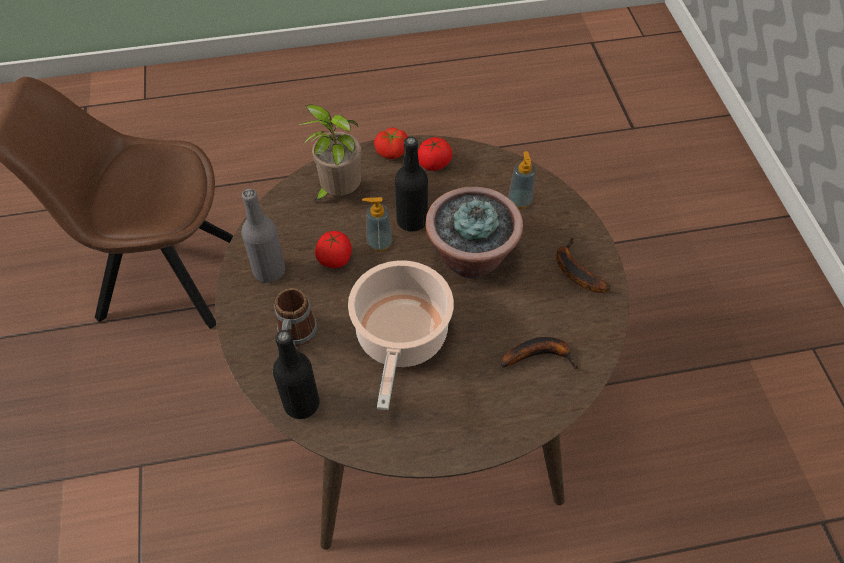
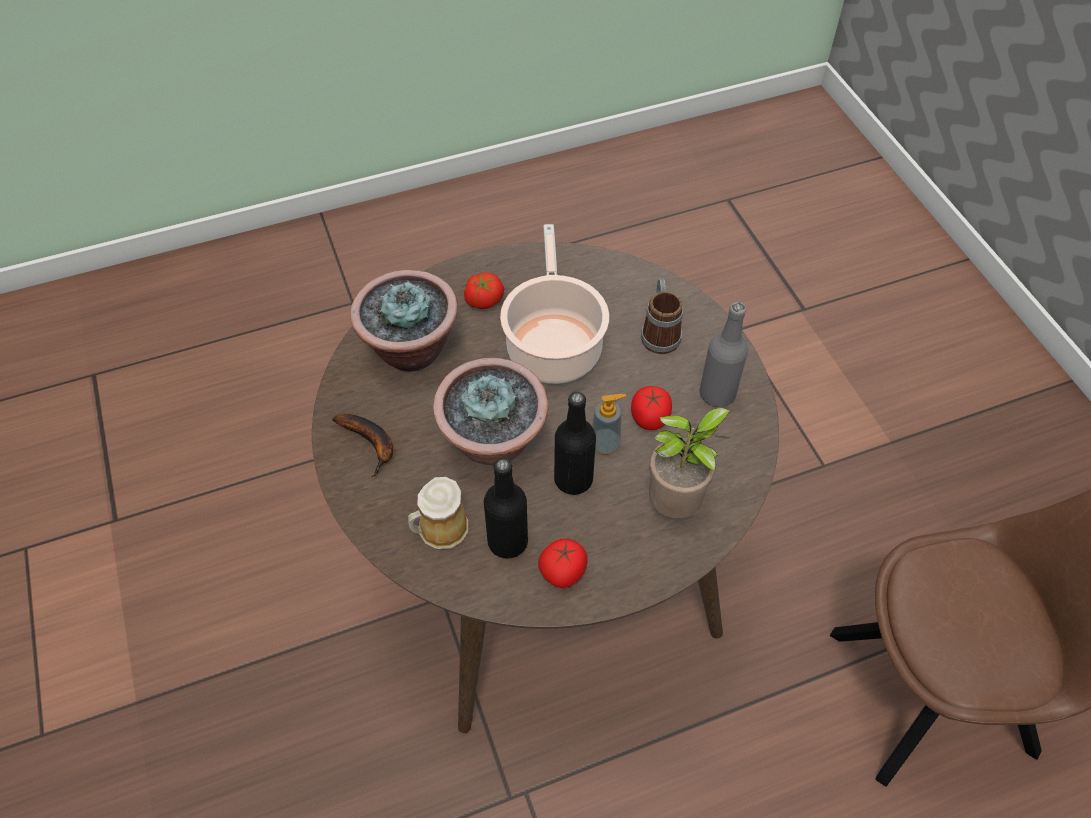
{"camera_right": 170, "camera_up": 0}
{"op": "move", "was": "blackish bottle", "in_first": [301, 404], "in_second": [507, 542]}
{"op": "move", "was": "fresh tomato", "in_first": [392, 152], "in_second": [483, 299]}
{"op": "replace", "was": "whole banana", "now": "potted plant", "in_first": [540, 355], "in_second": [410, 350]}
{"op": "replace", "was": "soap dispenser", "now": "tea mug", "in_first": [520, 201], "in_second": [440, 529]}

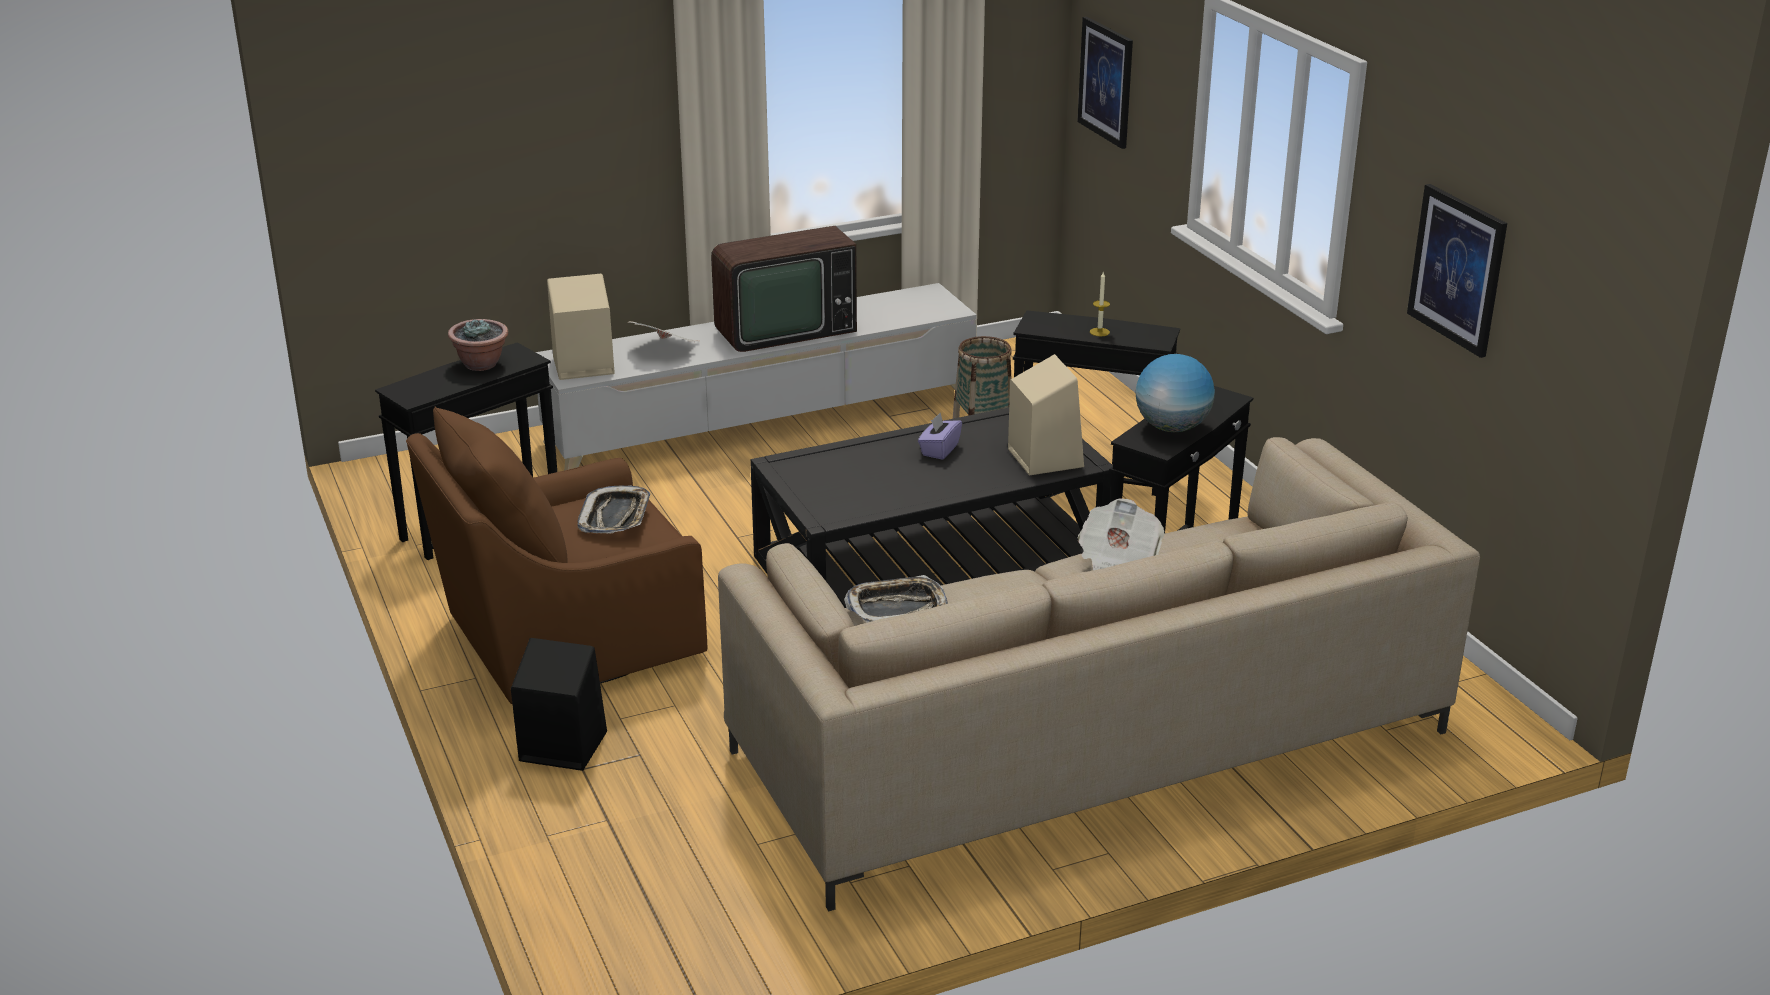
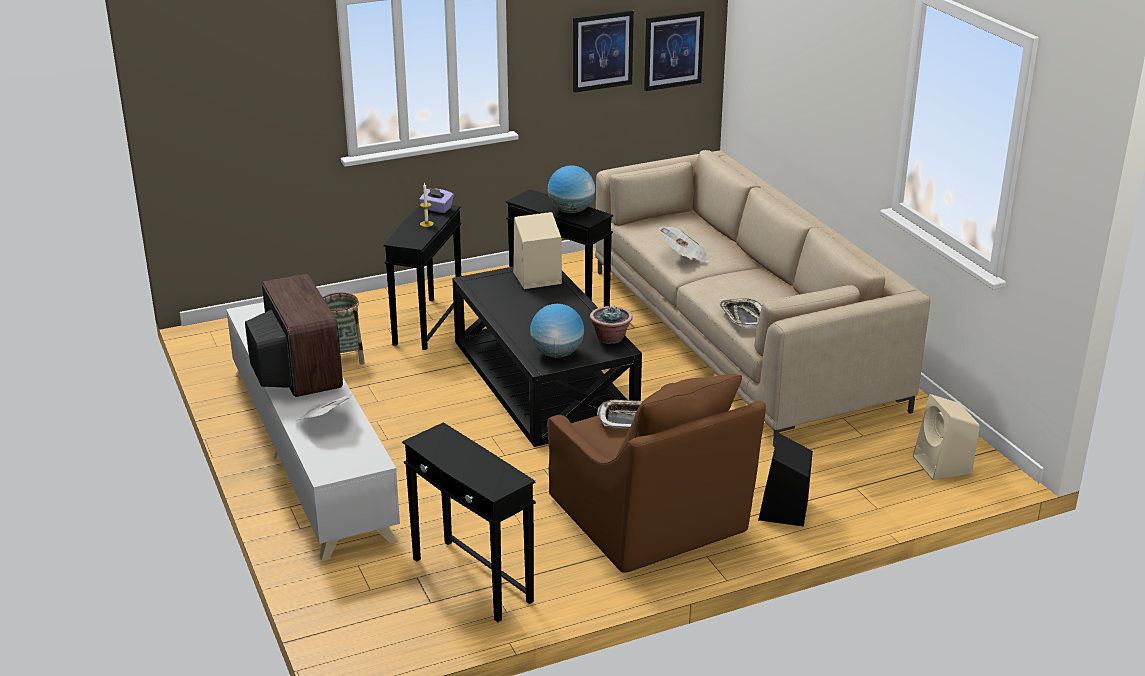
{"camera_right": -90, "camera_up": 0}
{"op": "move", "was": "potted plant", "in_first": [481, 364], "in_second": [610, 338]}
{"op": "move", "was": "beige-coloured loudspeaker", "in_first": [581, 366], "in_second": [943, 466]}
{"op": "move", "was": "purple box of tissues", "in_first": [939, 450], "in_second": [436, 209]}
{"op": "move", "was": "wall picture", "in_first": [1106, 82], "in_second": [673, 50]}
{"op": "insert", "now": "globe", "in_second": [557, 354]}

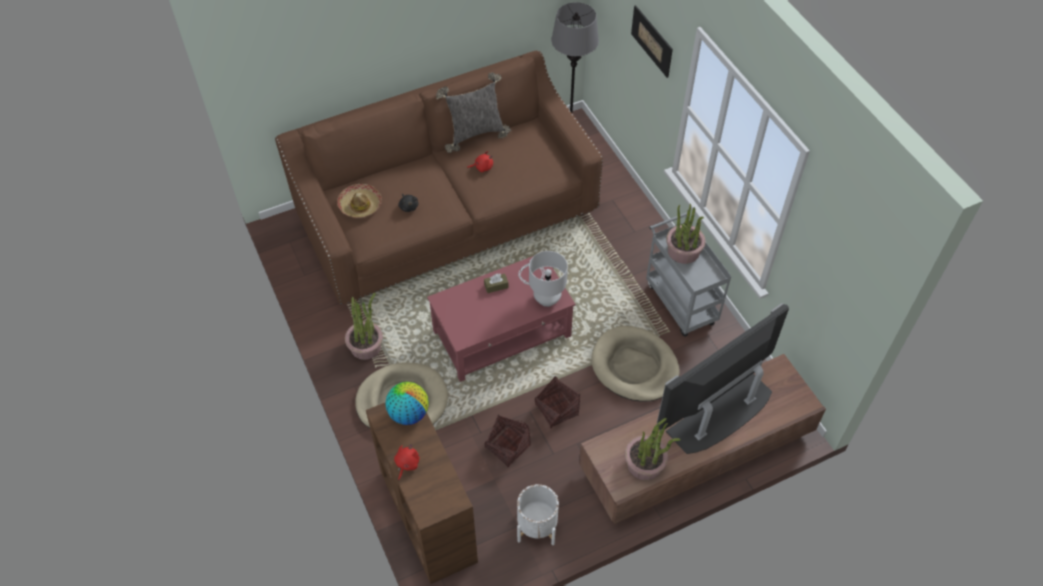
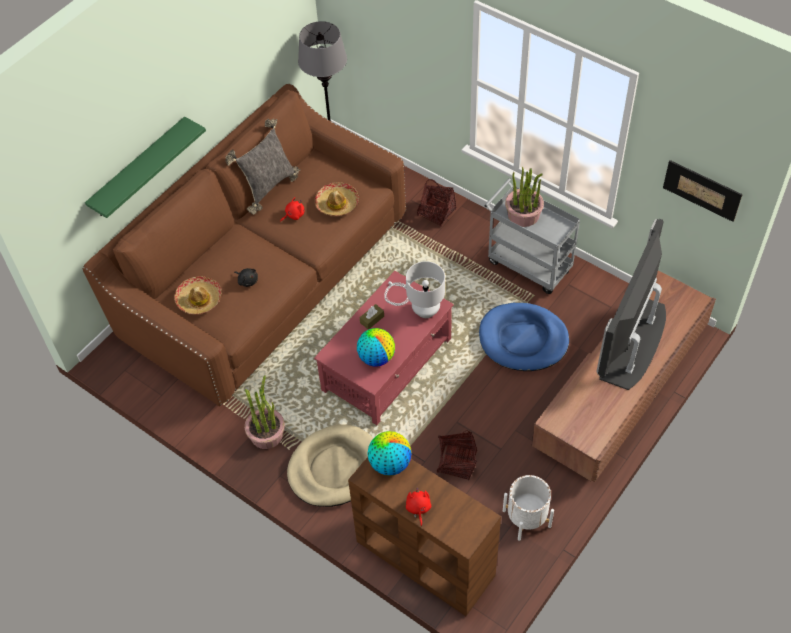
{"camera_right": -25, "camera_up": 0}
{"op": "move", "was": "household basket", "in_first": [556, 410], "in_second": [436, 212]}
{"op": "recolor", "was": "beige-coloured pet bed", "now": "blue-coloured pet bed", "in_first": [634, 366], "in_second": [523, 339]}
{"op": "delete", "was": "potted plant", "in_first": [645, 464]}
{"op": "move", "was": "wall picture", "in_first": [652, 41], "in_second": [702, 190]}
{"op": "insert", "now": "greenish shelf", "in_second": [139, 168]}
{"op": "insert", "now": "hat", "in_second": [337, 204]}
{"op": "insert", "now": "globe", "in_second": [376, 357]}

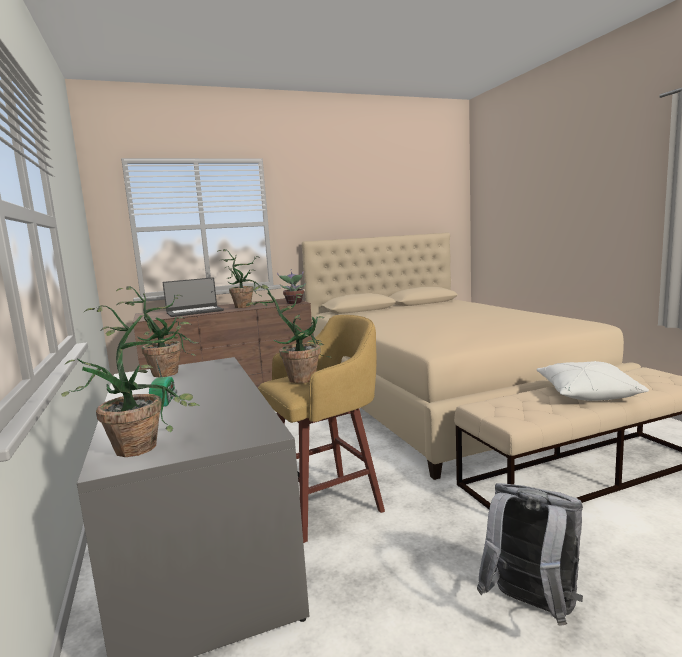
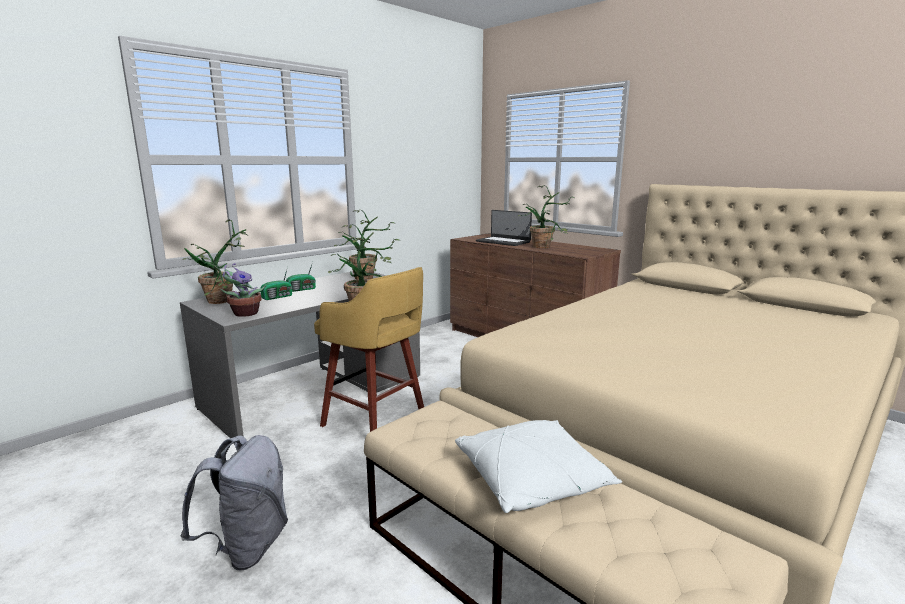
{"camera_right": 65, "camera_up": 5}
{"op": "move", "was": "potted plant", "in_first": [294, 303], "in_second": [244, 314]}
{"op": "insert", "now": "radio receiver", "in_second": [278, 297]}

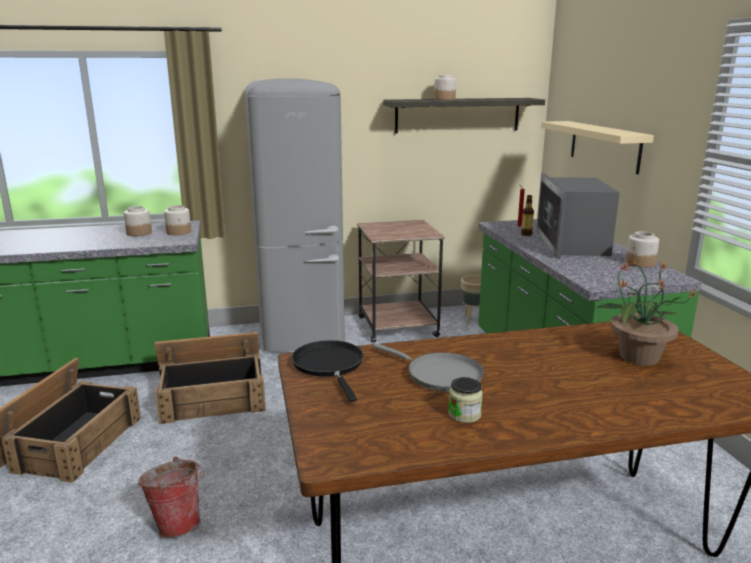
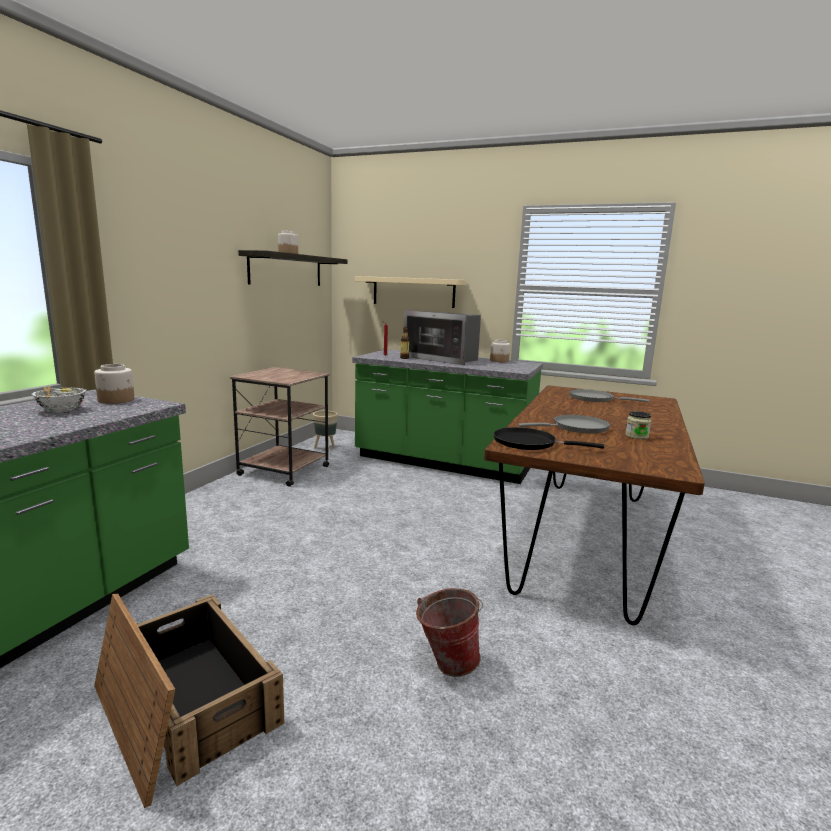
{"camera_right": -55, "camera_up": -5}
{"op": "replace", "was": "jar", "now": "serving bowl", "in_first": [139, 233], "in_second": [61, 410]}
{"op": "delete", "was": "crate", "in_first": [213, 397]}
{"op": "delete", "was": "greyish fridge", "in_first": [302, 336]}
{"op": "replace", "was": "potted plant", "now": "greyish frying pan", "in_first": [637, 357], "in_second": [594, 399]}

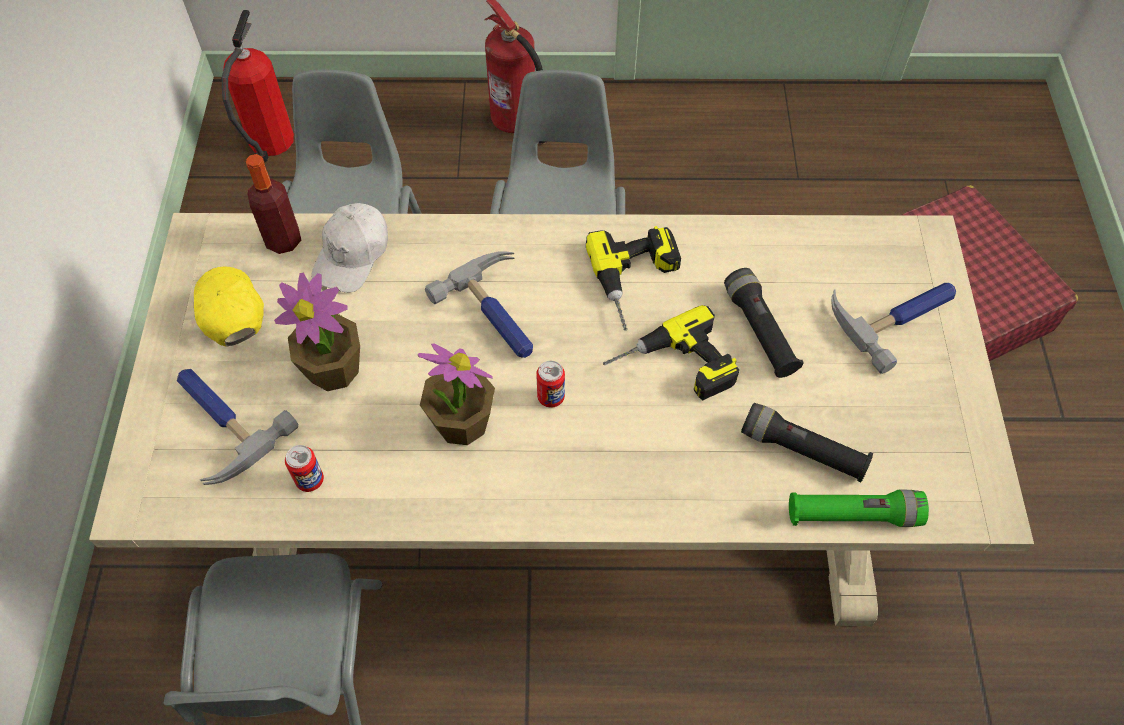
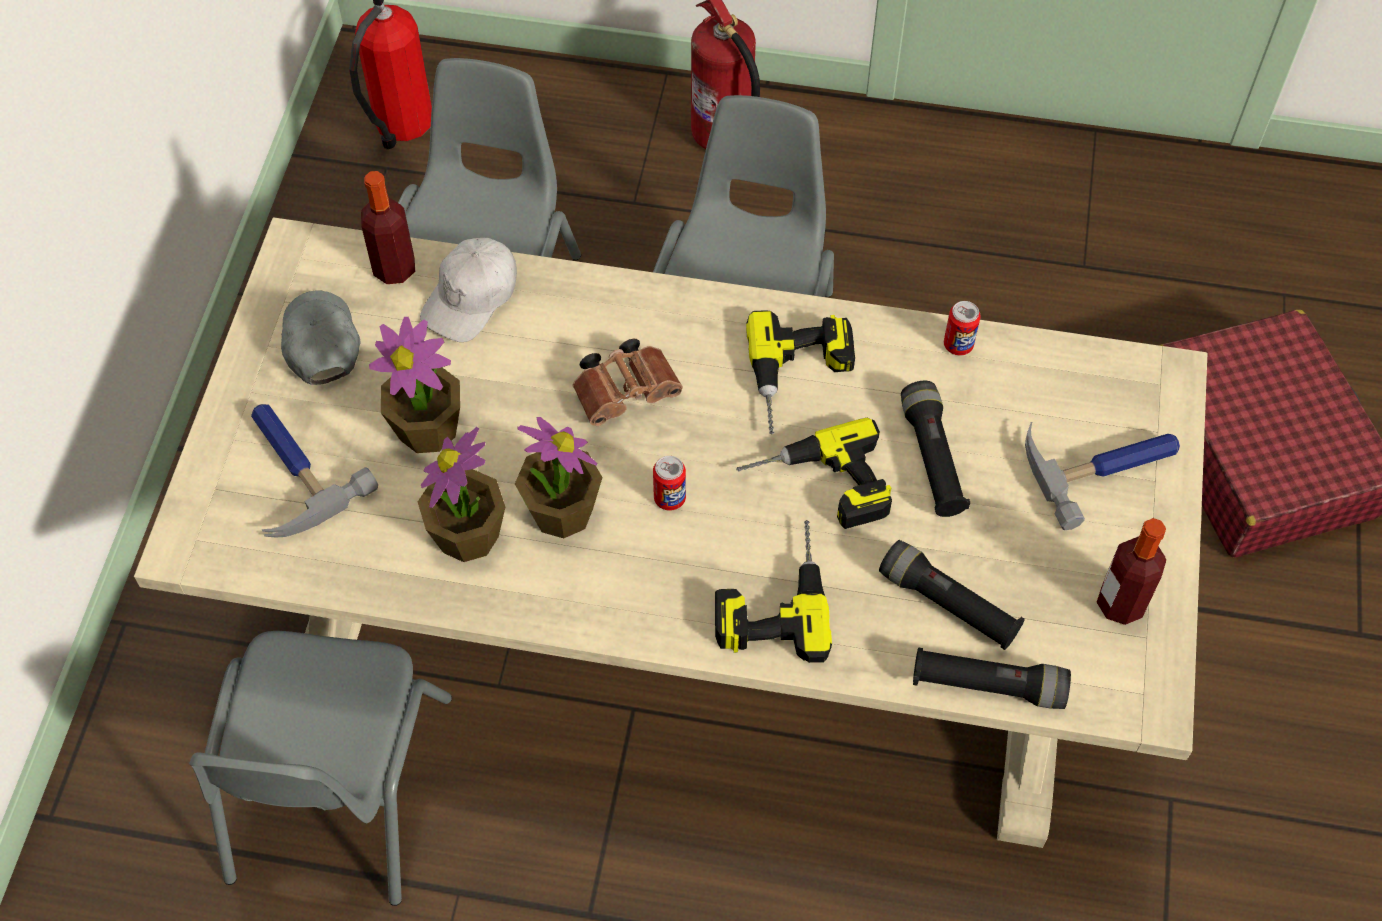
{"camera_right": 10, "camera_up": 0}
{"op": "recolor", "was": "yellowish baseball cap", "now": "greyish baseball cap", "in_first": [229, 310], "in_second": [320, 343]}
{"op": "move", "was": "metal can", "in_first": [310, 480], "in_second": [958, 345]}
{"op": "replace", "was": "hammer", "now": "brown binoculars", "in_first": [498, 313], "in_second": [628, 392]}
{"op": "recolor", "was": "greenish flashlight", "now": "blackish flashlight", "in_first": [852, 515], "in_second": [988, 685]}
{"op": "insert", "now": "potted plant", "in_second": [468, 535]}
{"op": "insert", "now": "electric drill", "in_second": [770, 595]}
{"op": "insert", "now": "bottle", "in_second": [1120, 604]}

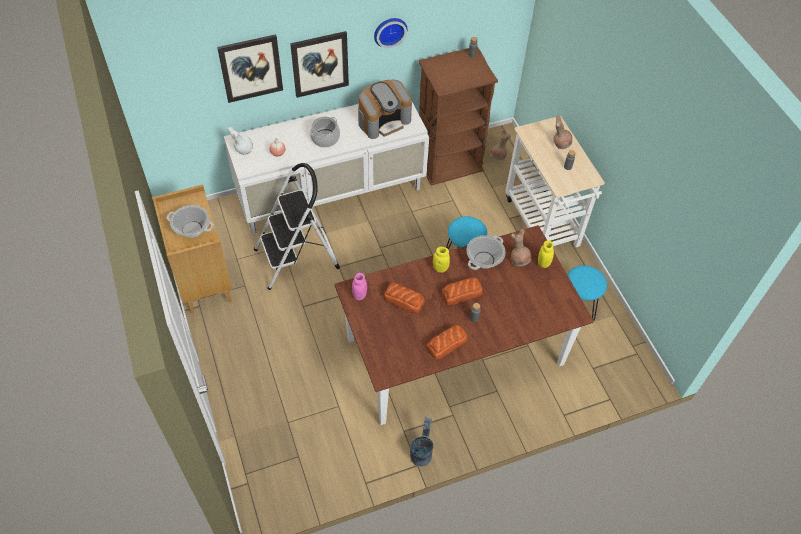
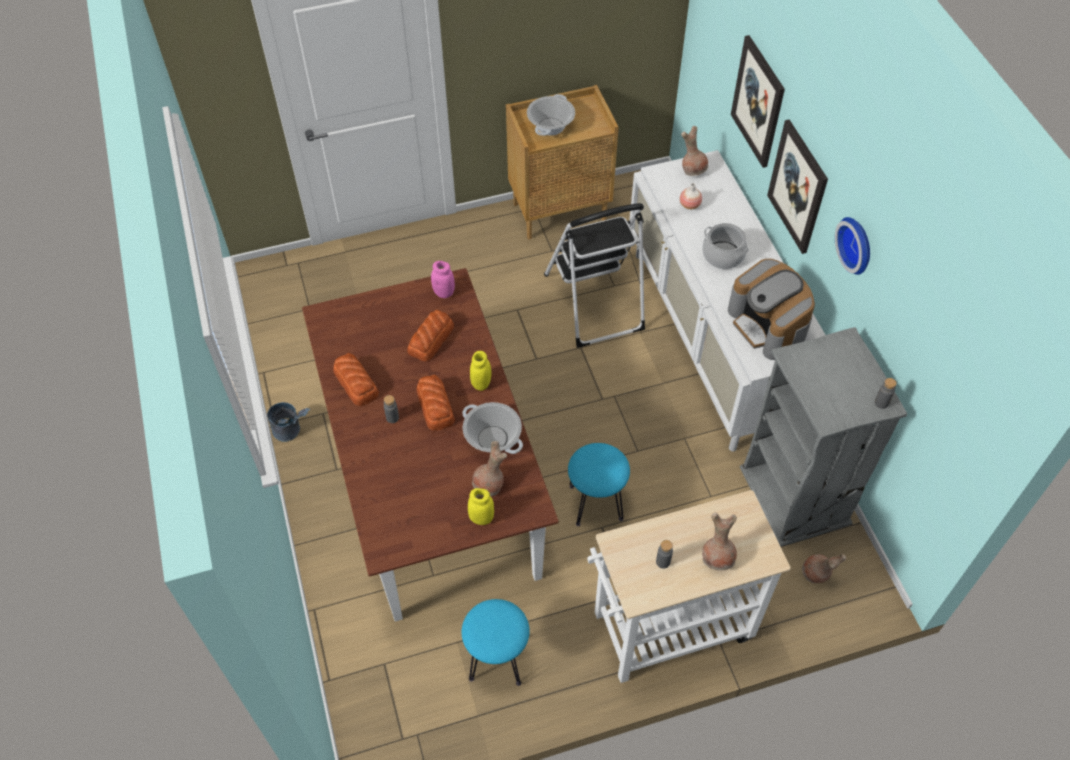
{"camera_right": 95, "camera_up": 0}
{"op": "recolor", "was": "white flower vase", "now": "brown flower vase", "in_first": [243, 150], "in_second": [693, 170]}
{"op": "recolor", "was": "brown shelving unit", "now": "greyish shelving unit", "in_first": [448, 161], "in_second": [795, 496]}

